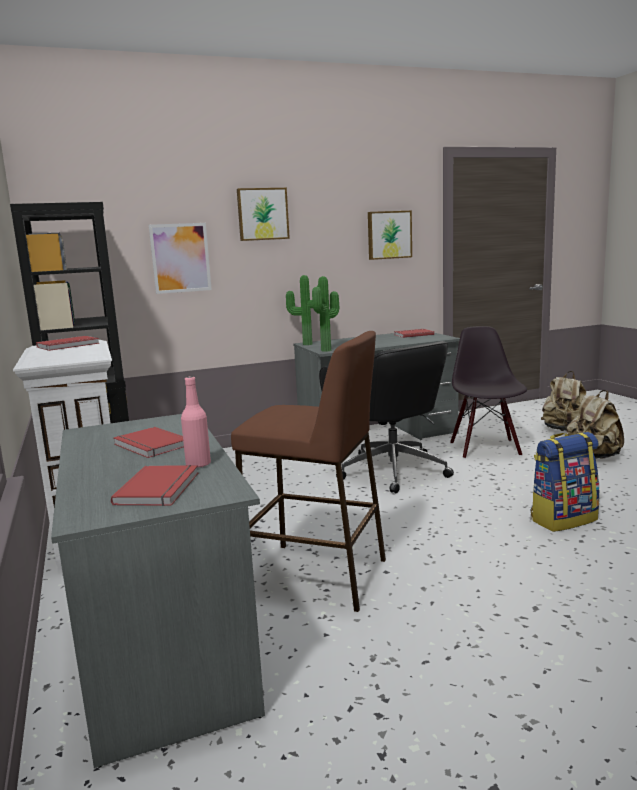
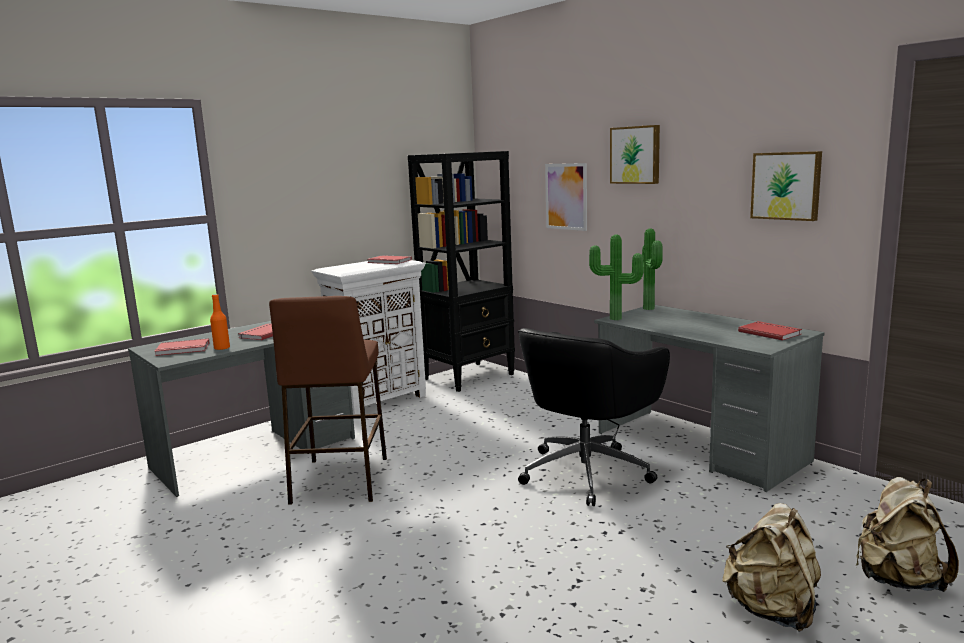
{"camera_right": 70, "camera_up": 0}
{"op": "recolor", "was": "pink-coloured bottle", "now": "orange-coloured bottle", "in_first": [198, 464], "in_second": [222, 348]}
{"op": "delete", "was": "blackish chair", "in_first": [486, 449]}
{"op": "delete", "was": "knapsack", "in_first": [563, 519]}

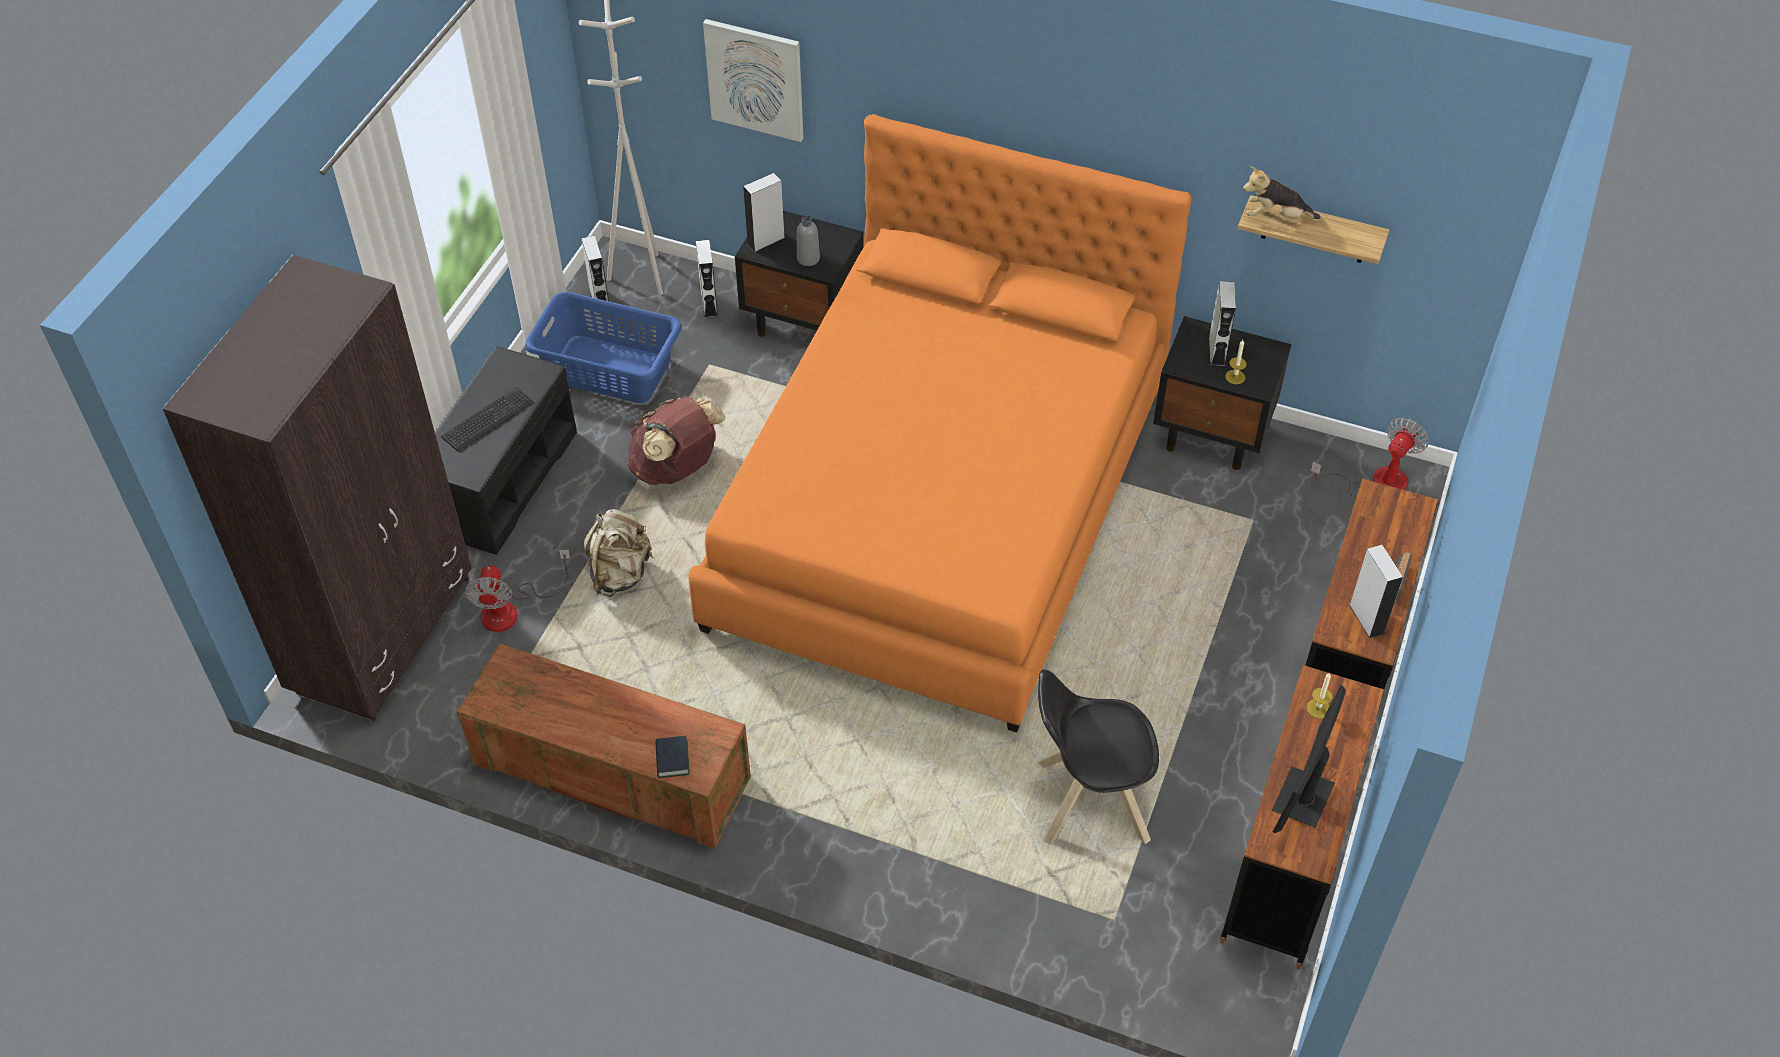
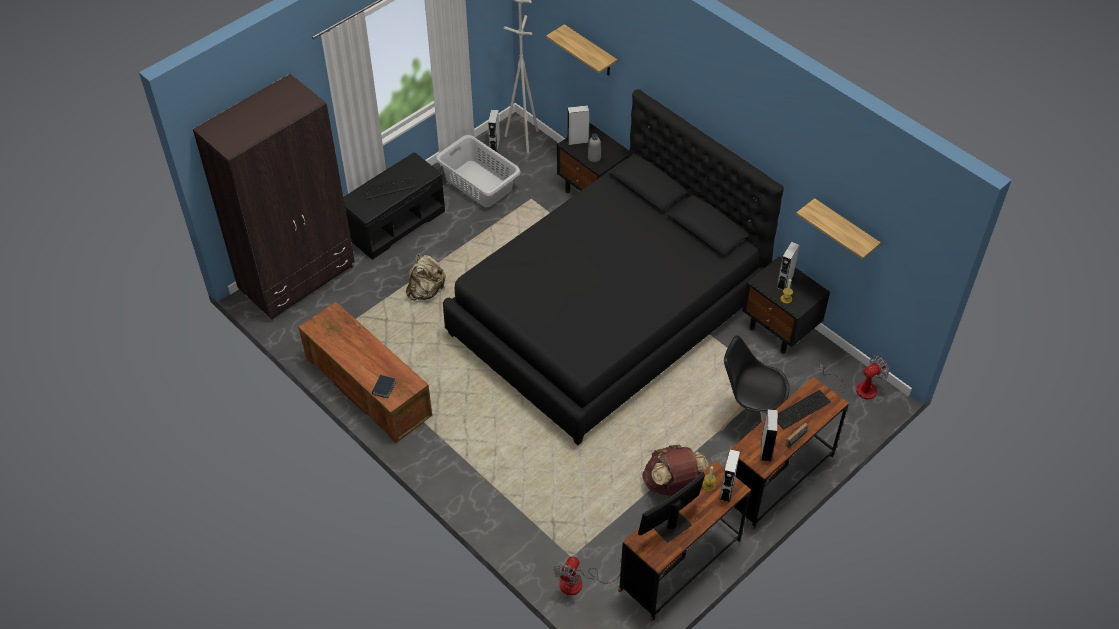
{"camera_right": 25, "camera_up": 0}
{"op": "move", "was": "fan", "in_first": [511, 609], "in_second": [579, 582]}
{"op": "recolor", "was": "blue-coloured hamper", "now": "greyish hamper", "in_first": [608, 368], "in_second": [479, 183]}
{"op": "move", "was": "brown knapsack", "in_first": [677, 468], "in_second": [672, 484]}
{"op": "recolor", "was": "orange-coloured bed", "now": "blackish bed", "in_first": [941, 506], "in_second": [608, 315]}
{"op": "move", "was": "white loudspeaker", "in_first": [709, 304], "in_second": [727, 490]}
{"op": "replace", "was": "wall picture", "now": "shelf", "in_first": [755, 79], "in_second": [590, 51]}
{"op": "move", "was": "blackish chair", "in_first": [1088, 801], "in_second": [749, 419]}
{"op": "delete", "was": "cuddly toy", "in_first": [1275, 217]}
{"op": "insert", "now": "computer keyboard", "in_second": [802, 410]}

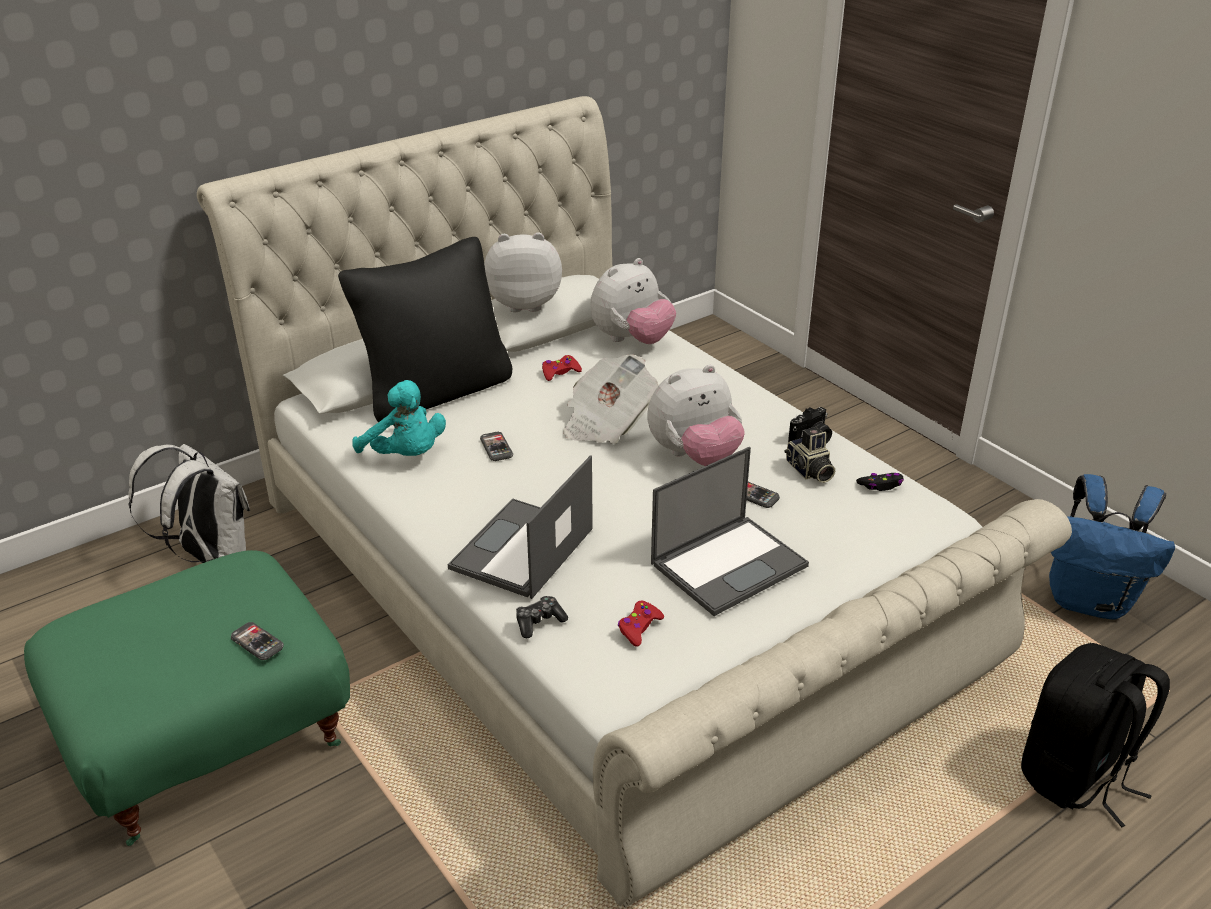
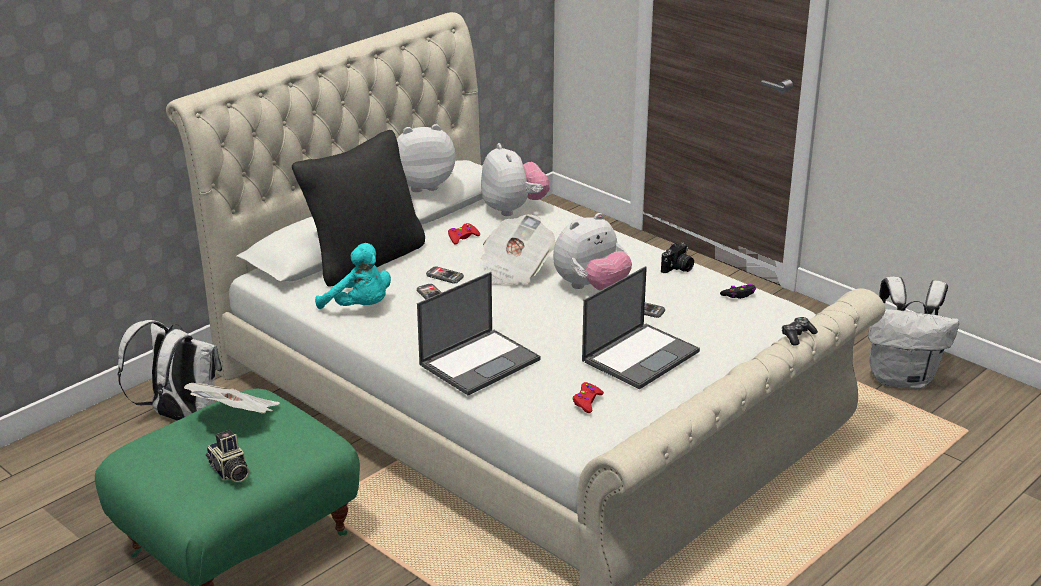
{"camera_right": -10, "camera_up": -5}
{"op": "move", "was": "telephone", "in_first": [257, 642], "in_second": [444, 276]}
{"op": "rotate", "was": "notebook computer", "in_first": [521, 550], "in_second": [480, 361], "clockwise": -150}
{"op": "move", "was": "gamepad", "in_first": [539, 622], "in_second": [797, 336]}
{"op": "rotate", "was": "cuddly toy", "in_first": [632, 340], "in_second": [513, 209], "clockwise": -60}
{"op": "move", "was": "photo camera", "in_first": [809, 471], "in_second": [229, 472]}
{"op": "delete", "was": "blackish knapsack", "in_first": [1076, 777]}
{"op": "recolor", "was": "blue-coloured knapsack", "now": "white knapsack", "in_first": [1090, 601], "in_second": [902, 378]}
{"op": "insert", "now": "printed paper", "in_second": [236, 418]}

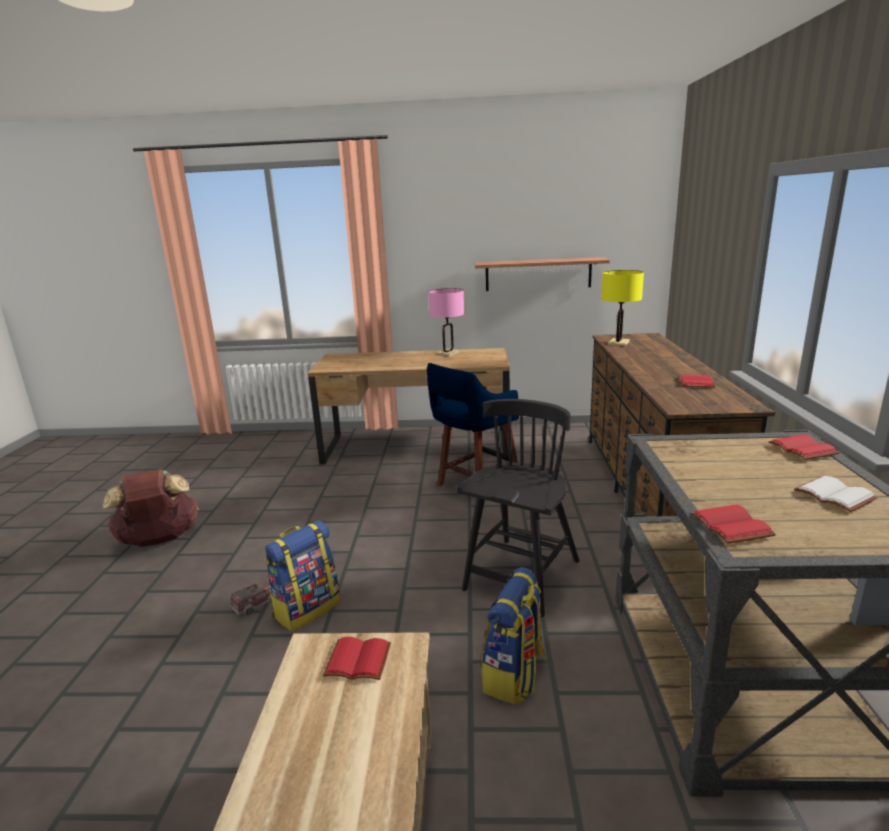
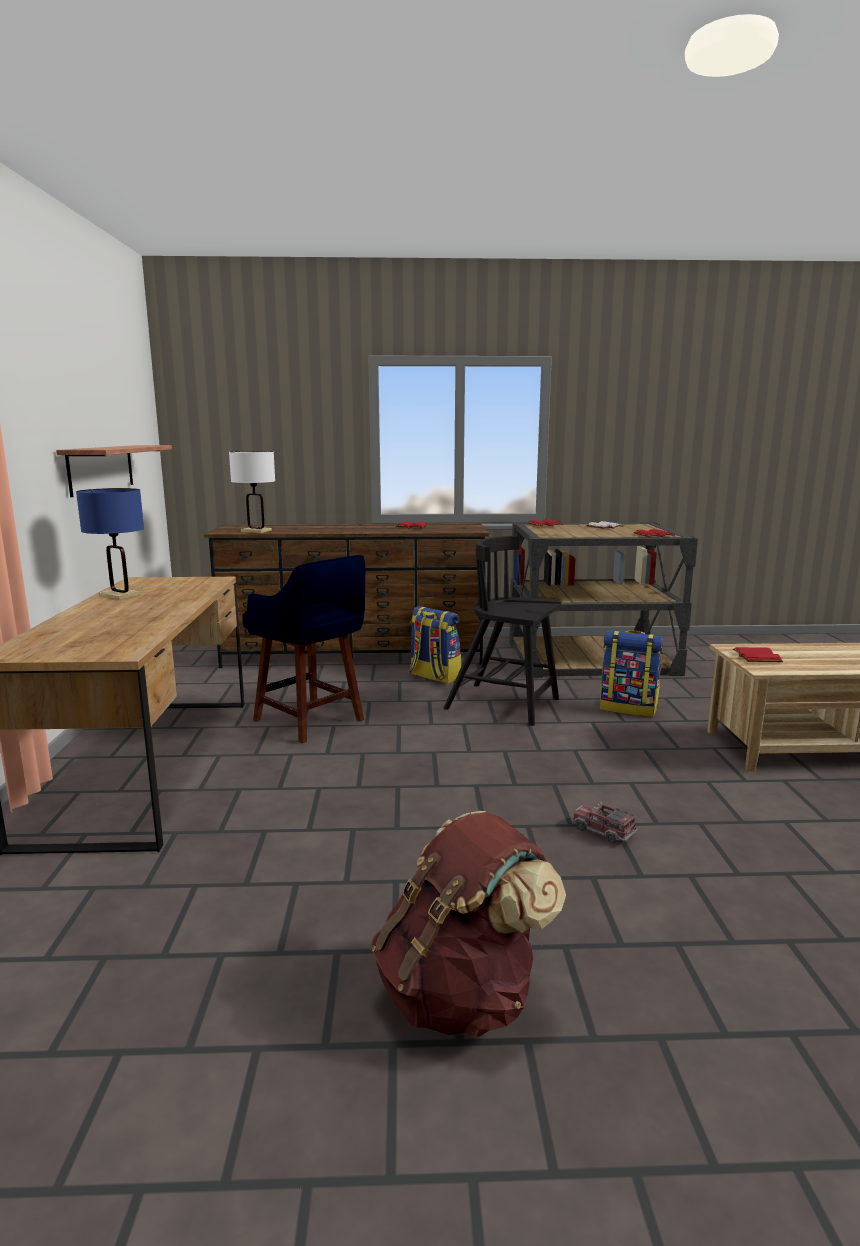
{"camera_right": -95, "camera_up": -5}
{"op": "move", "was": "knapsack", "in_first": [307, 608], "in_second": [433, 677]}
{"op": "recolor", "was": "pink-coloured table lamp", "now": "blue-coloured table lamp", "in_first": [448, 353], "in_second": [120, 595]}
{"op": "recolor", "was": "yellowish table lamp", "now": "white table lamp", "in_first": [618, 343], "in_second": [256, 531]}

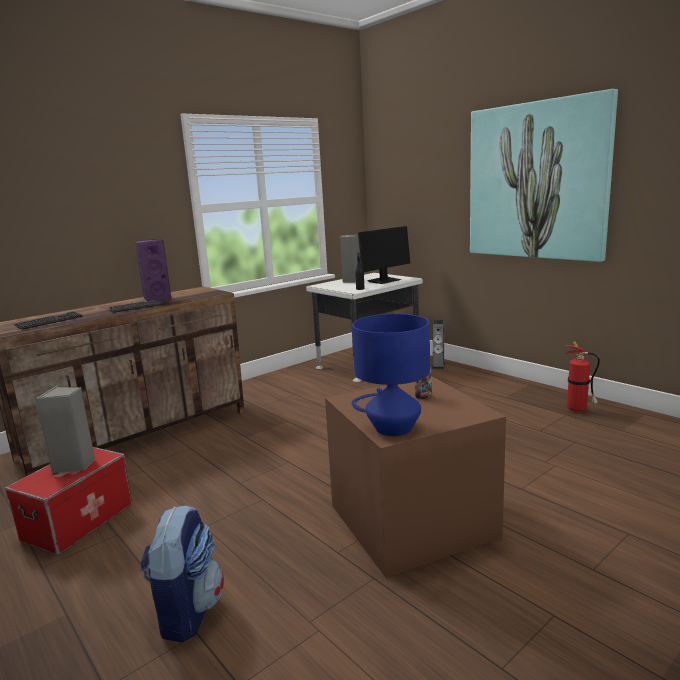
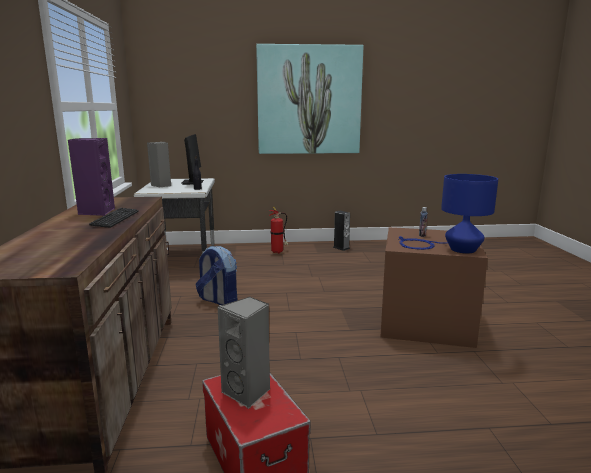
{"camera_right": -55, "camera_up": 0}
{"op": "delete", "was": "computer keyboard", "in_first": [49, 322]}
{"op": "move", "was": "knapsack", "in_first": [187, 611], "in_second": [218, 301]}
{"op": "move", "was": "loudspeaker", "in_first": [438, 365], "in_second": [341, 248]}
{"op": "move", "was": "fire-fighting cylinder", "in_first": [579, 410], "in_second": [278, 252]}

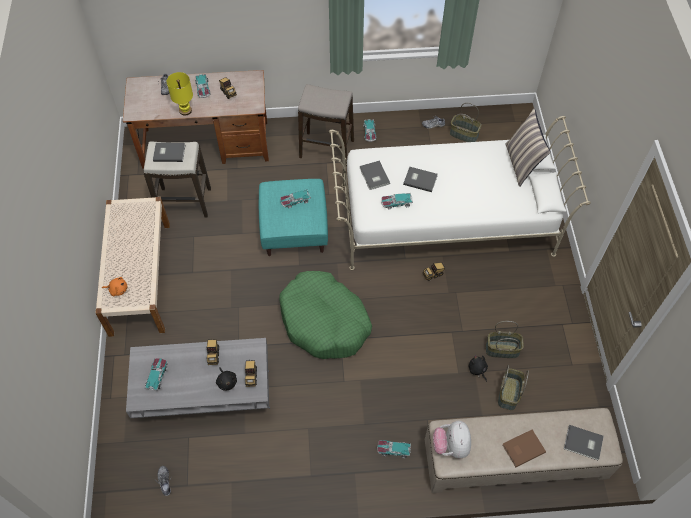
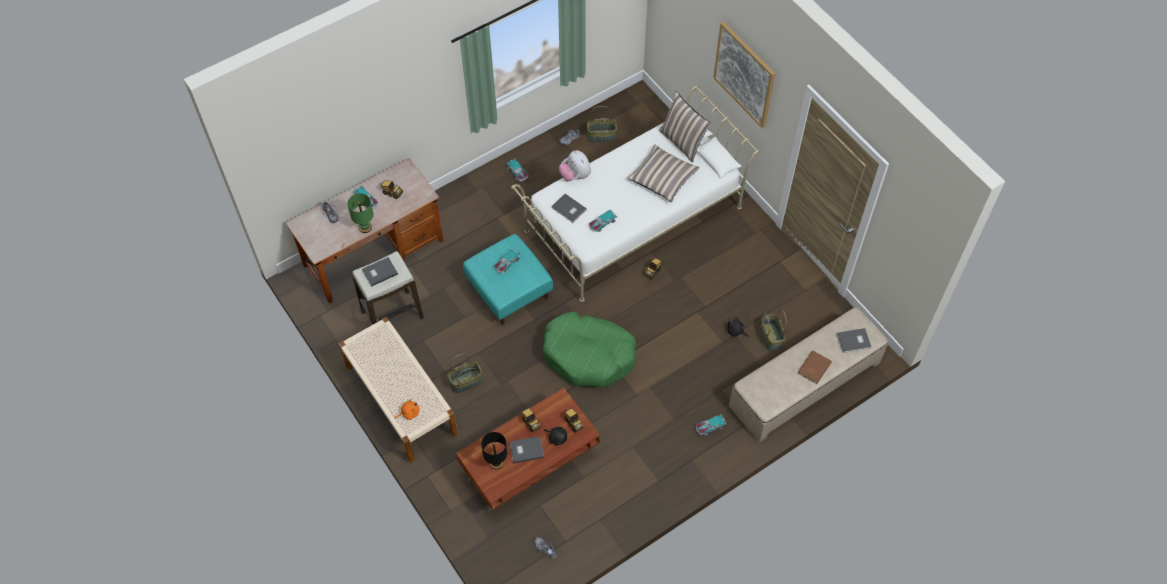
{"camera_right": -30, "camera_up": 0}
{"op": "recolor", "was": "greyish low table", "now": "brown low table", "in_first": [206, 393], "in_second": [530, 464]}
{"op": "replace", "was": "miniature car", "now": "blackish table lamp", "in_first": [157, 376], "in_second": [496, 463]}
{"op": "recolor", "was": "yellowish table lamp", "now": "greenish table lamp", "in_first": [185, 110], "in_second": [365, 227]}
{"op": "delete", "was": "sitting stool", "in_first": [326, 149]}
{"op": "move", "was": "greyish book", "in_first": [420, 179], "in_second": [526, 449]}
{"op": "move", "was": "cuddly toy", "in_first": [451, 446], "in_second": [575, 176]}
{"op": "move", "was": "household basket", "in_first": [502, 349], "in_second": [466, 381]}
{"op": "insert", "now": "cushion", "in_second": [663, 178]}
{"op": "insert", "now": "wall picture", "in_second": [744, 74]}

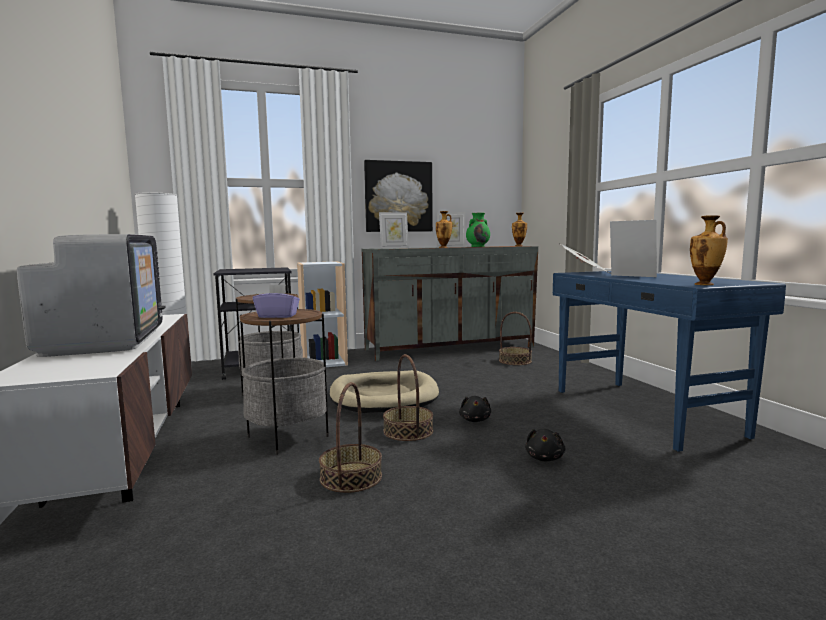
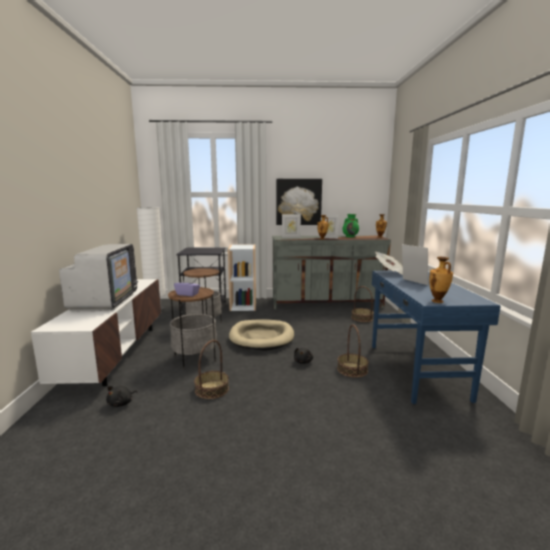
{"camera_right": 15, "camera_up": 5}
{"op": "move", "was": "household basket", "in_first": [408, 431], "in_second": [352, 370]}
{"op": "move", "was": "blackish cuddly toy", "in_first": [544, 458], "in_second": [121, 403]}

